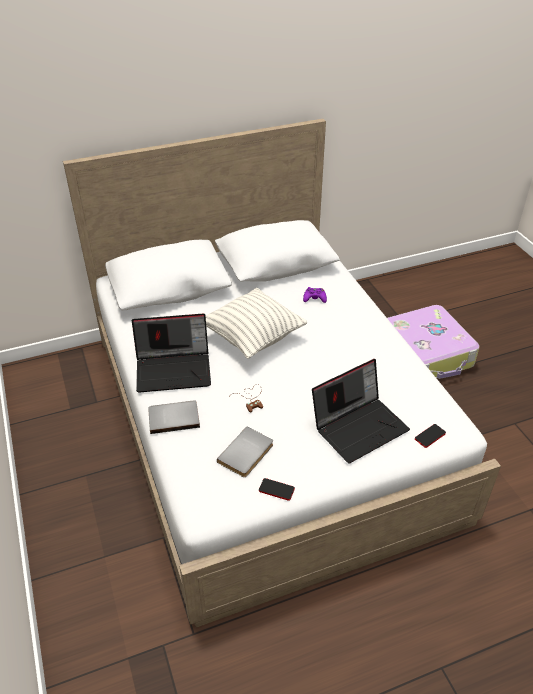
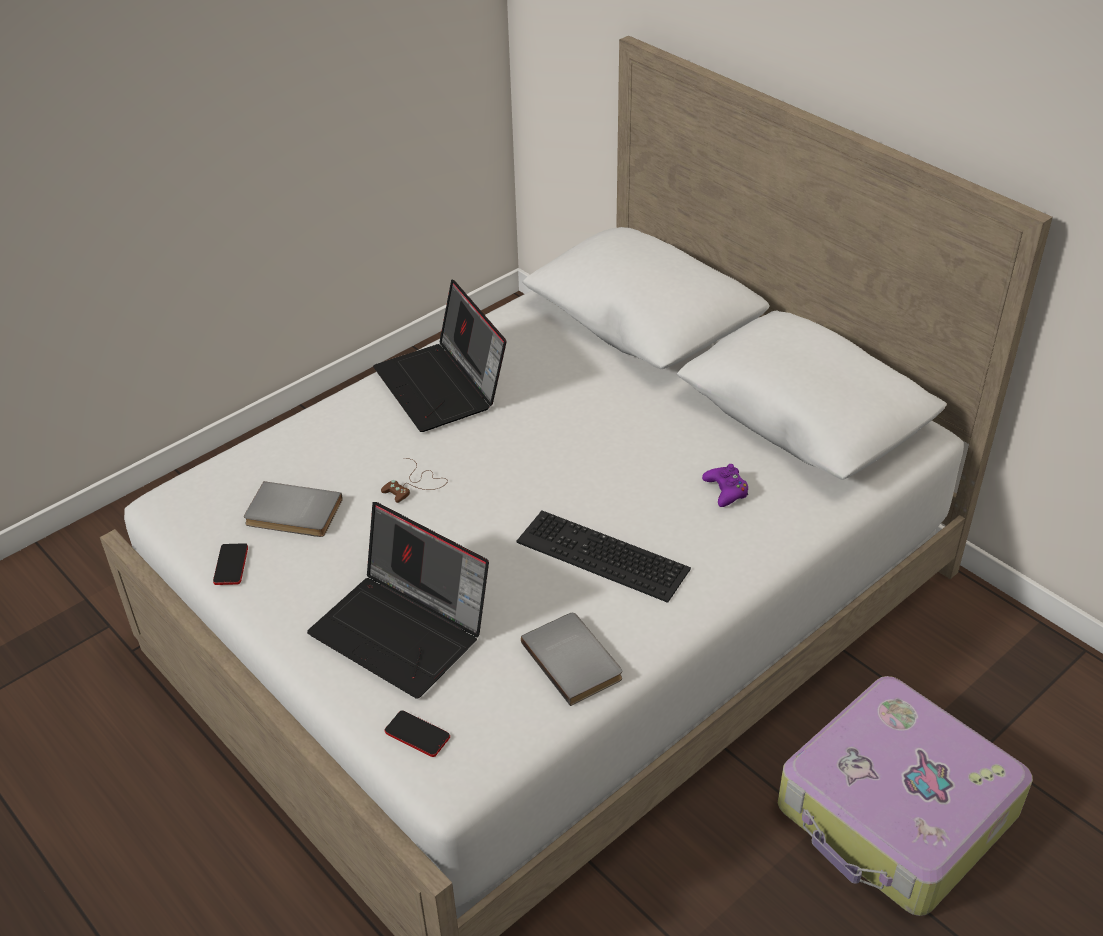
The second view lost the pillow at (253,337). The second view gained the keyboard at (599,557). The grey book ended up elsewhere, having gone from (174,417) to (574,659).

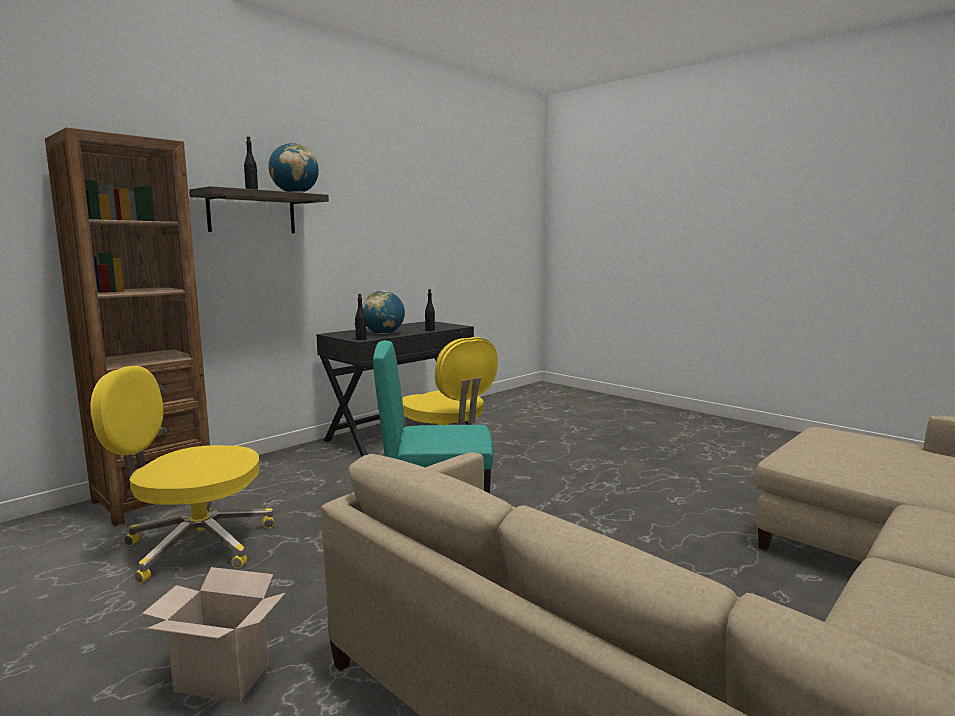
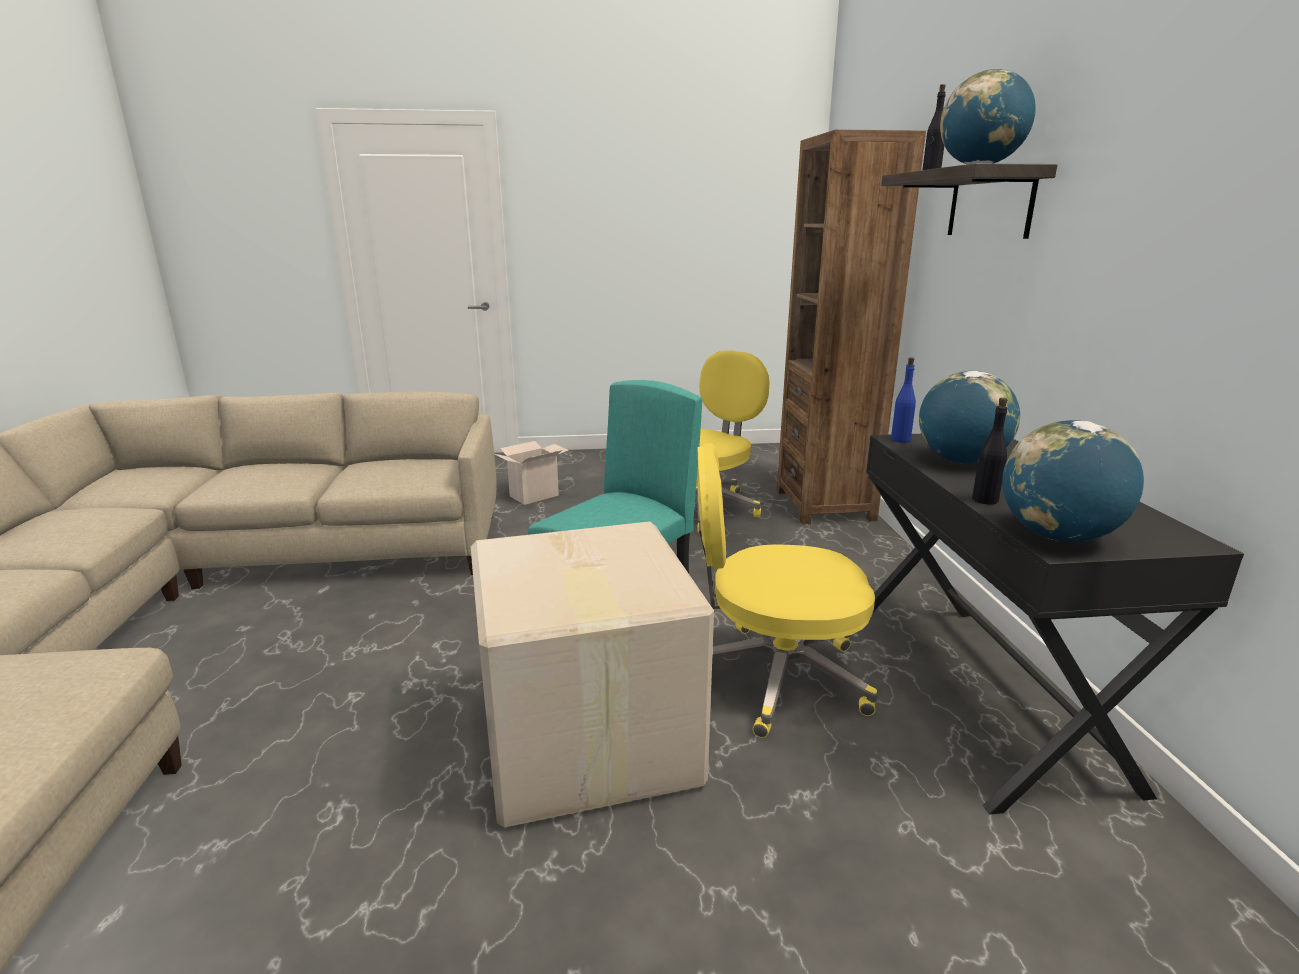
The second view gained the cardboard box at (585,742). The second view gained the globe at (1057,536). What was the black bottle at (361,339) turned into the blue bottle at (900,439).

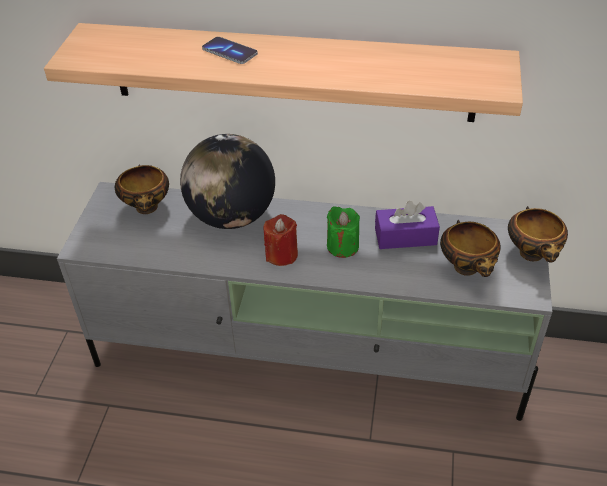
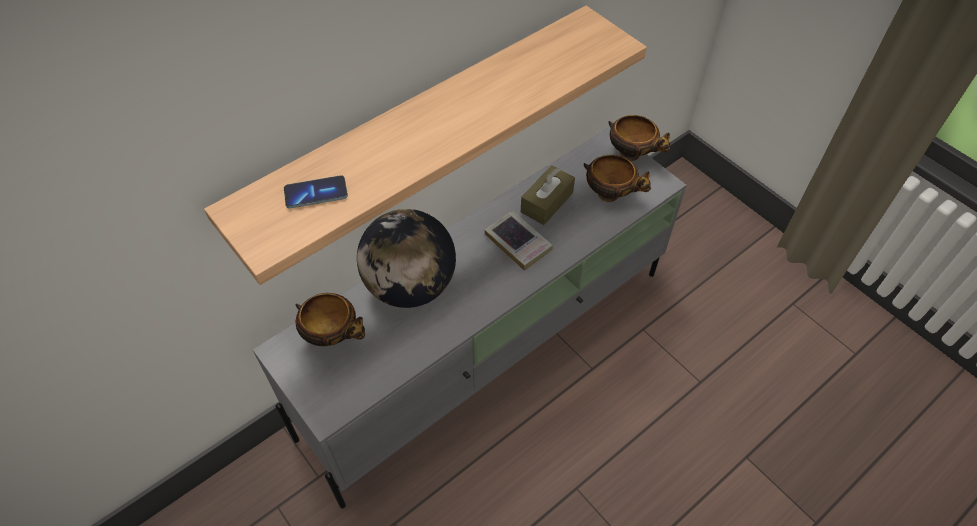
The second view lost the red candle at (281,254). The phone ended up elsewhere, having gone from (229,52) to (316,193). Where the green candle stood at (342,246), the book came to stand at (518,243). What was the purple tissue box at (405,236) turned into the brown tissue box at (547,202).

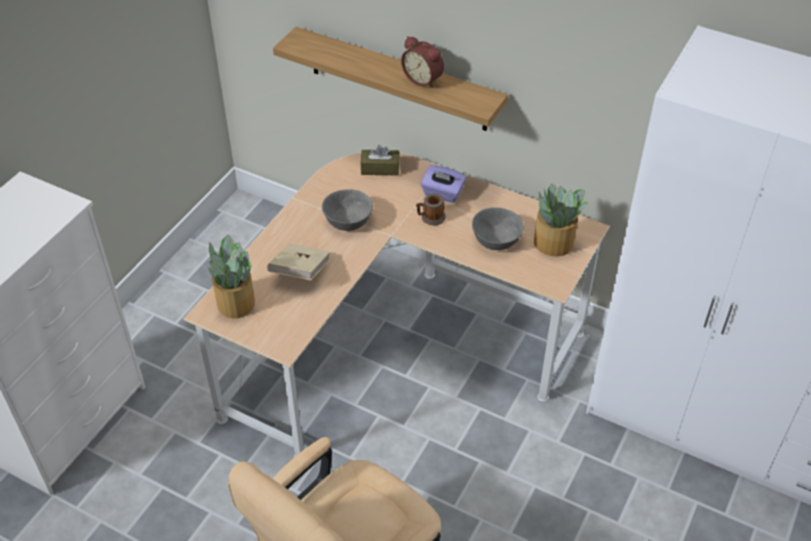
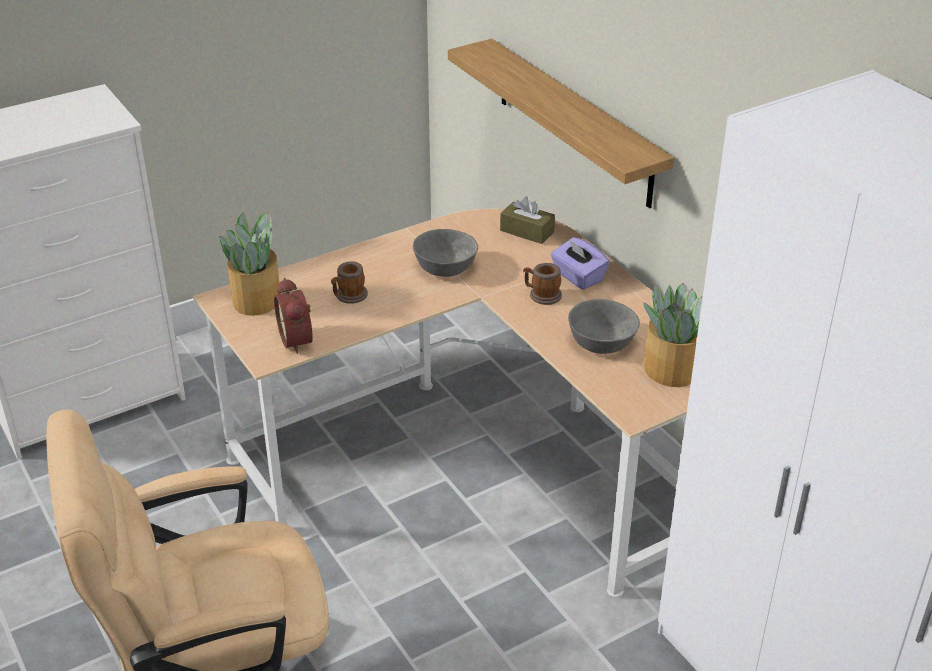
The alarm clock ended up elsewhere, having gone from (424,79) to (299,339). Where the beige book stood at (300,272), the mug came to stand at (349,296).

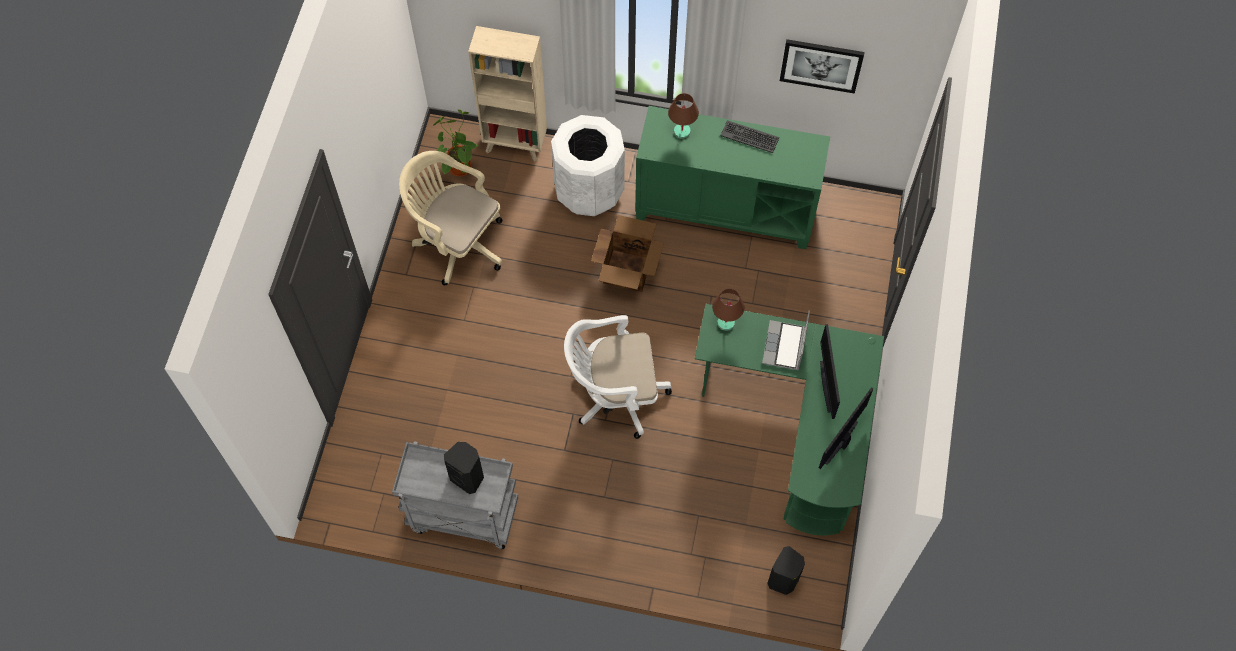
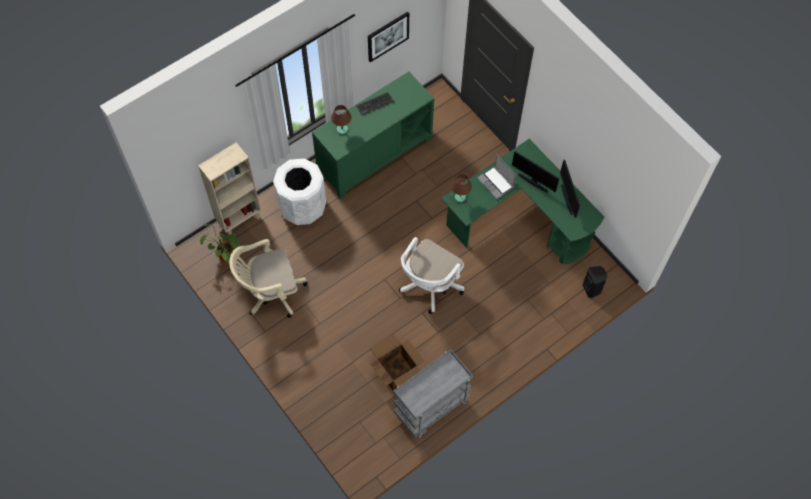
The second view lost the black speaker at (468,477). The cardboard box ended up elsewhere, having gone from (627,270) to (397,371).

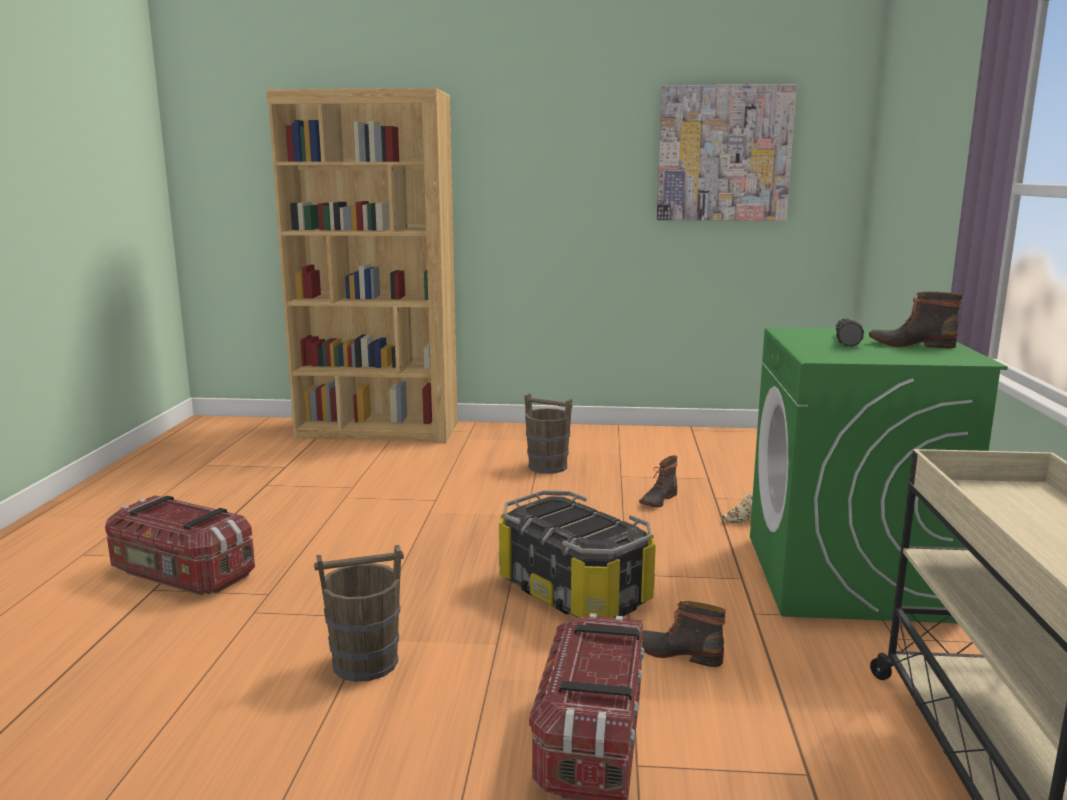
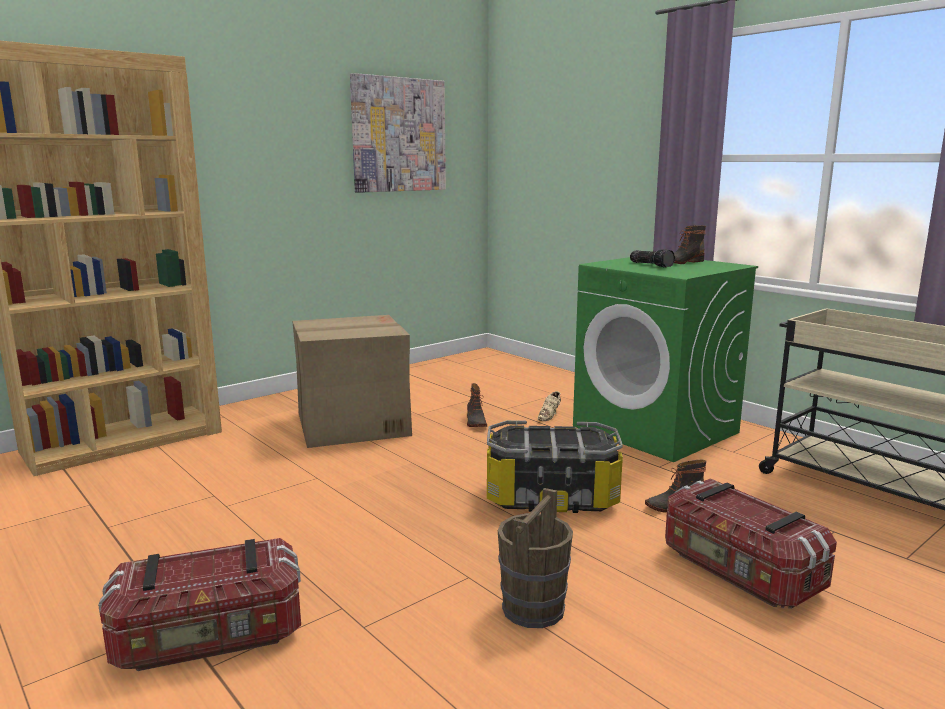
Where the brown bucket stood at (547,466), the cardboard box came to stand at (351,424).

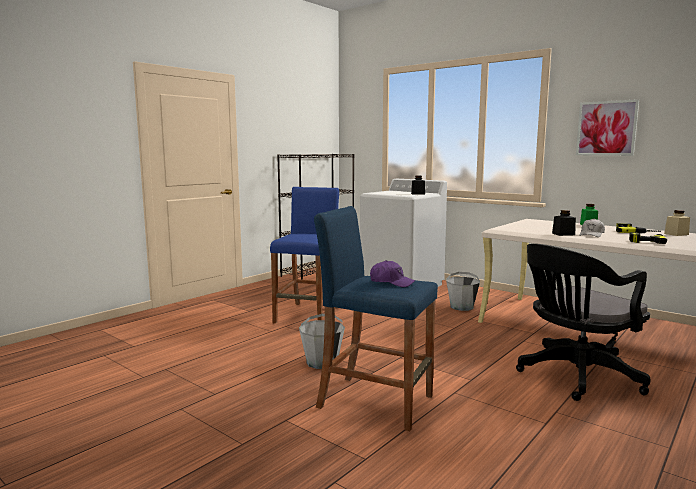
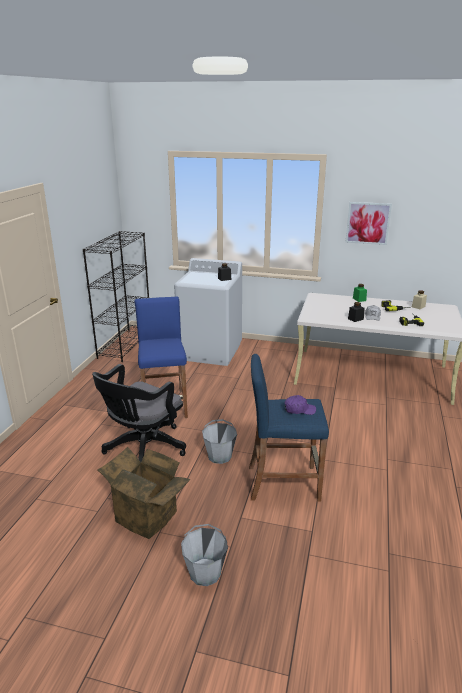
The second view gained the cardboard box at (149,515). The grey bucket ended up elsewhere, having gone from (462,307) to (205,572). The black office chair ended up elsewhere, having gone from (575,377) to (142,449).

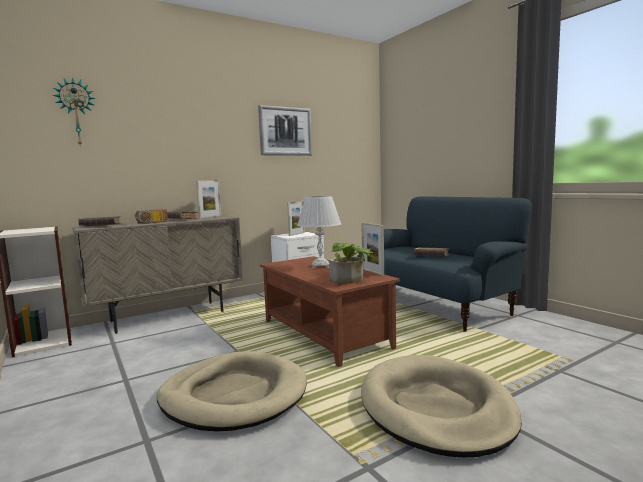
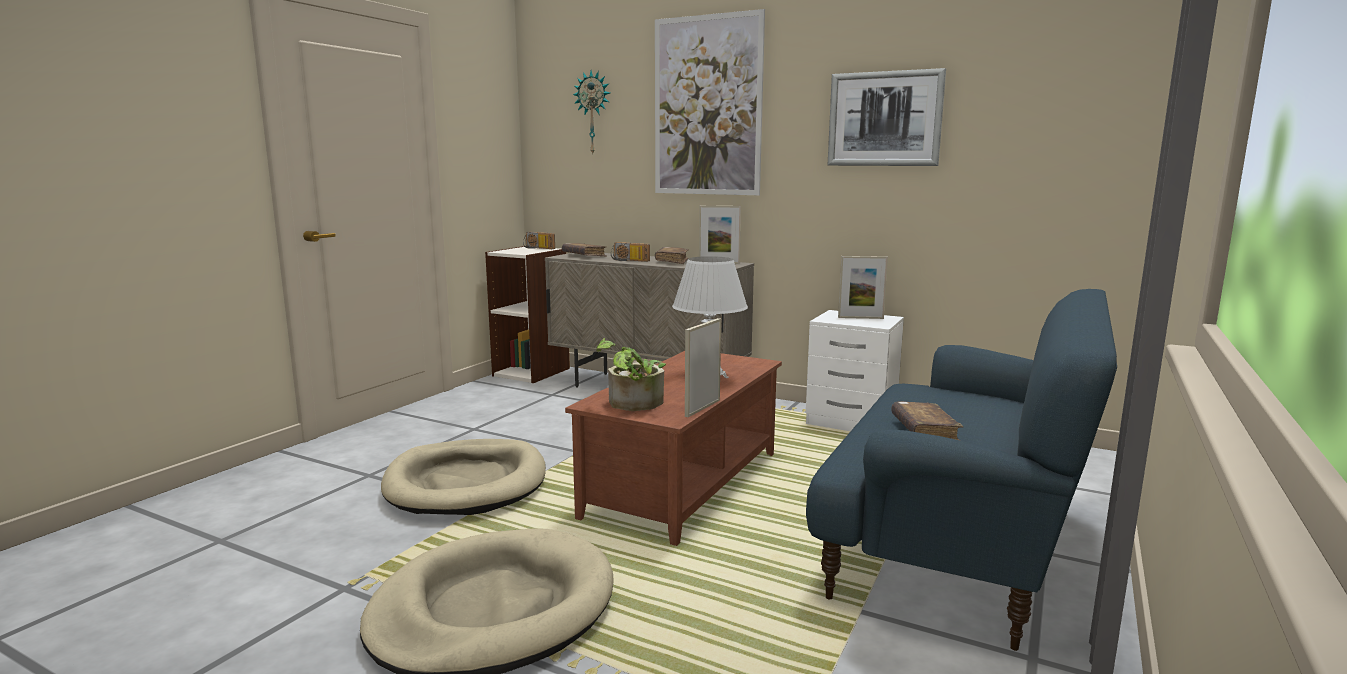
The second view gained the radio at (537,248). The second view gained the picture at (707,106).

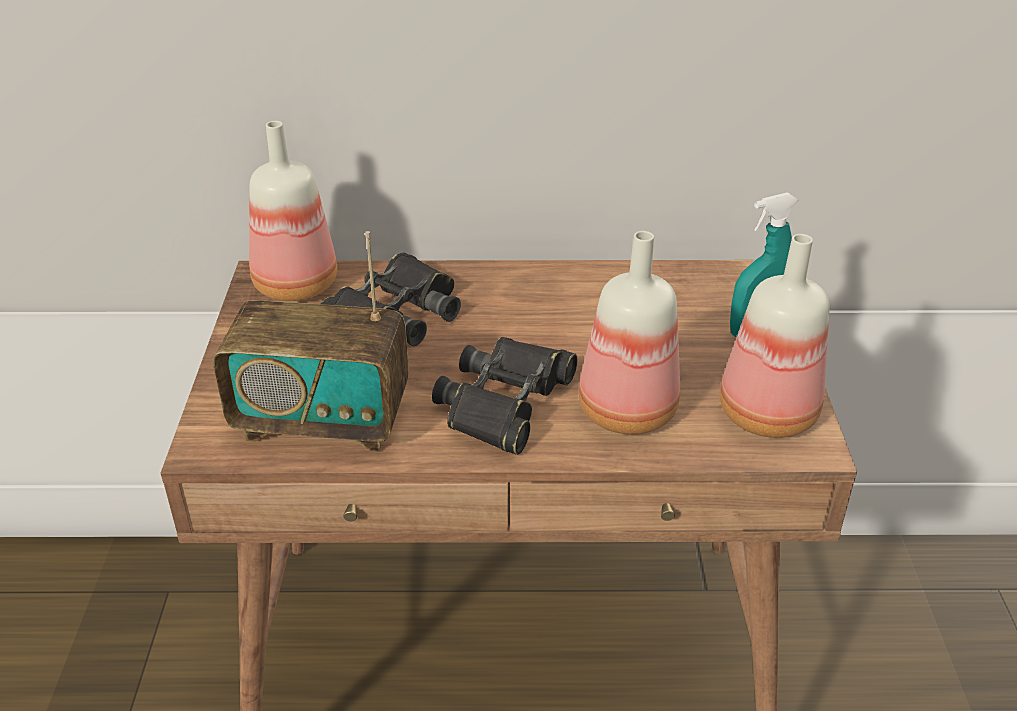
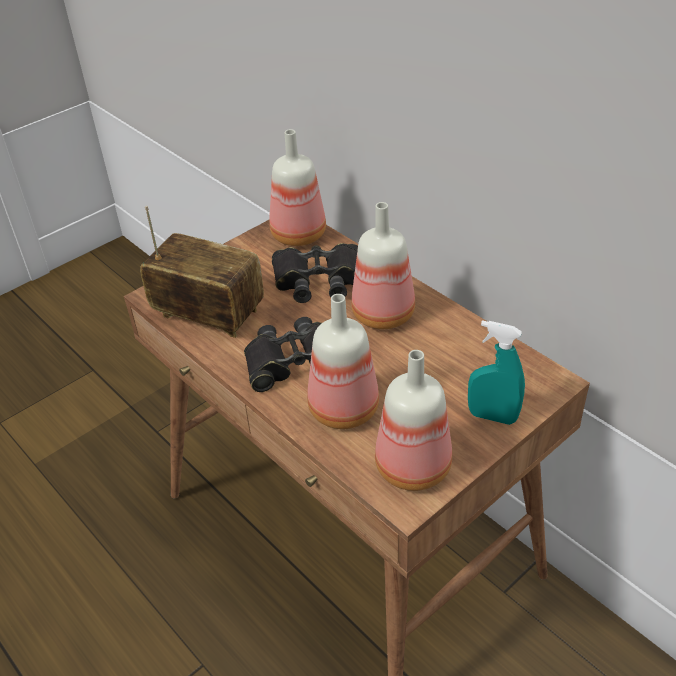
The second view gained the bottle at (385,314). The radio at (322,421) ended up facing another way, 150 degrees clockwise from before.

